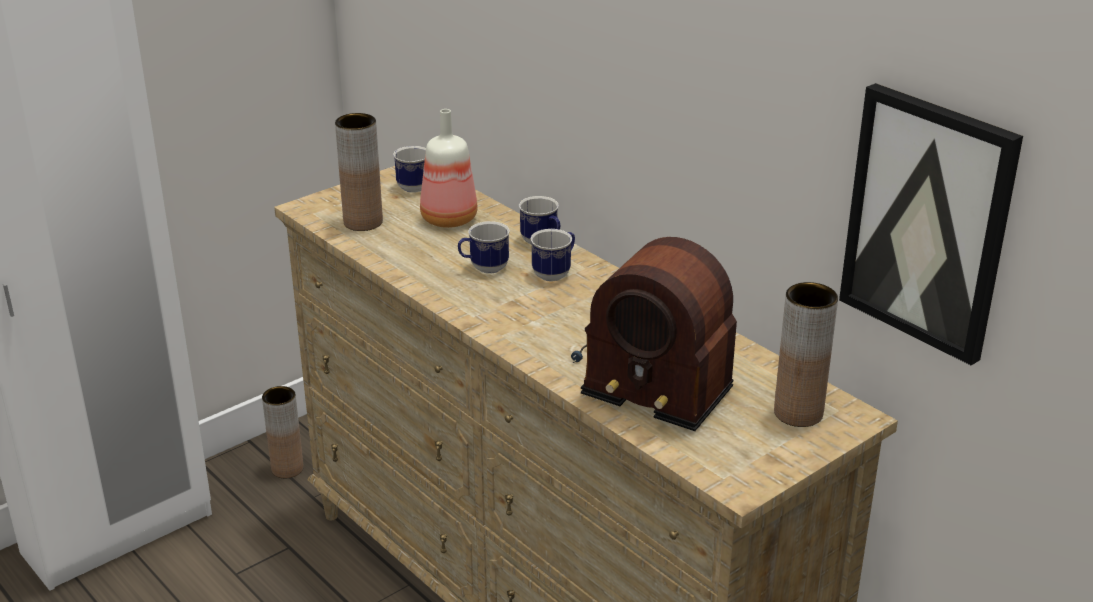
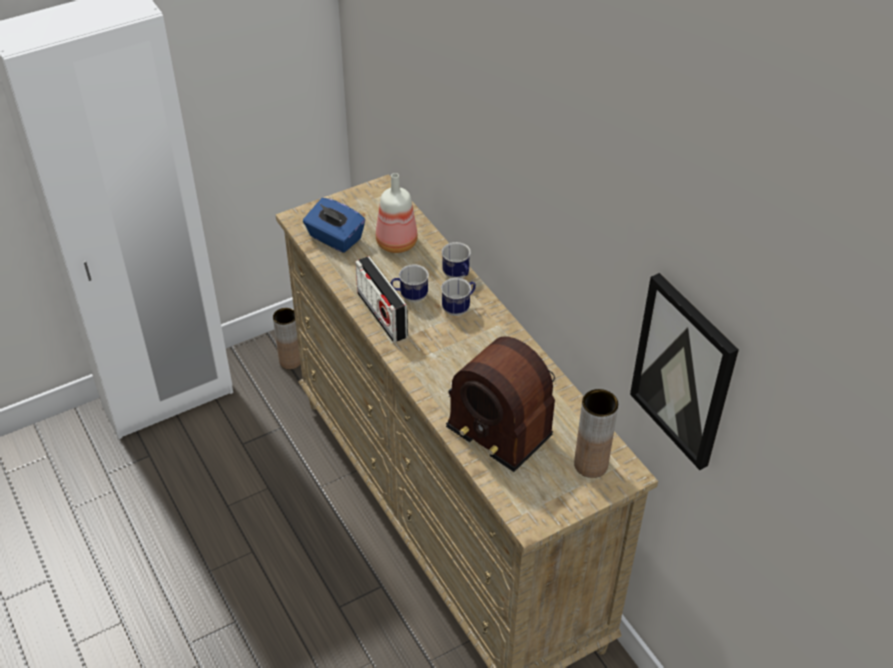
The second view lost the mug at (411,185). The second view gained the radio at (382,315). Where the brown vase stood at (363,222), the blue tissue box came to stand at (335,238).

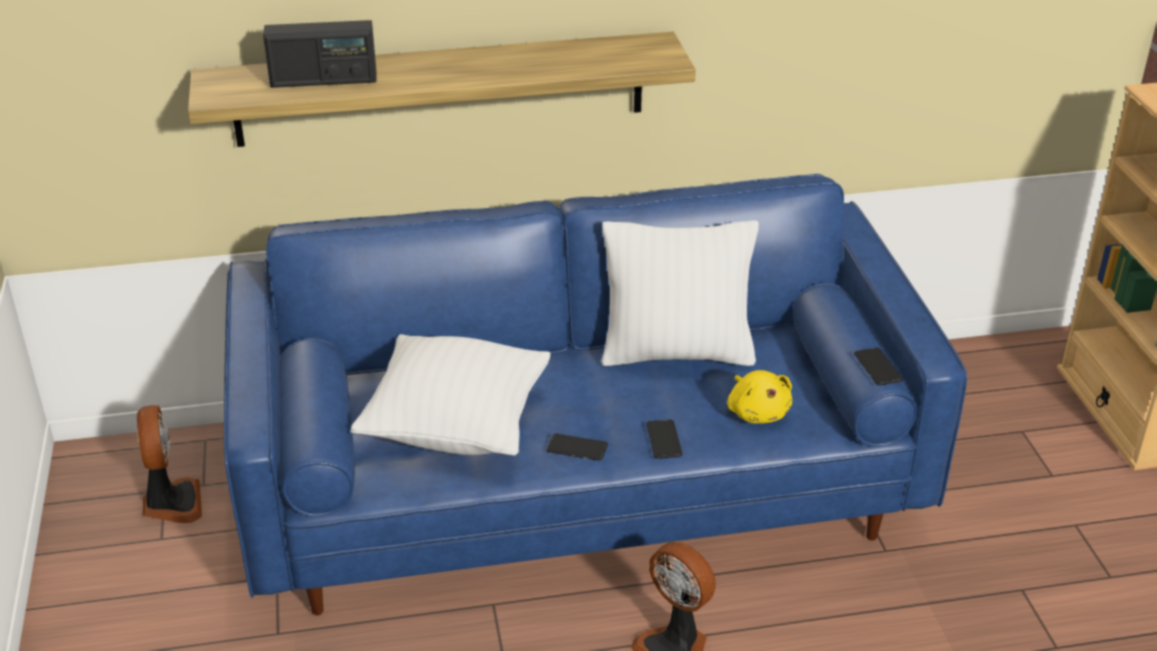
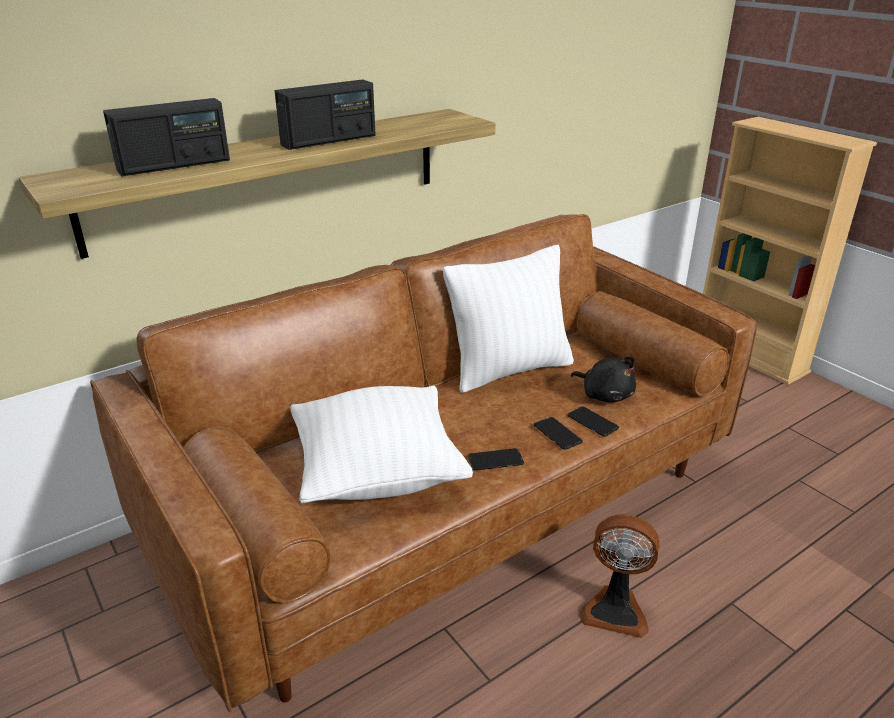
The second view lost the fan at (171,503). The second view gained the radio at (329,140). The phone ended up elsewhere, having gone from (877,367) to (592,422). What was the blue sofa at (578,486) turned into the brown sofa at (447,504). What was the yellow plush toy at (757,412) turned into the black plush toy at (605,395).

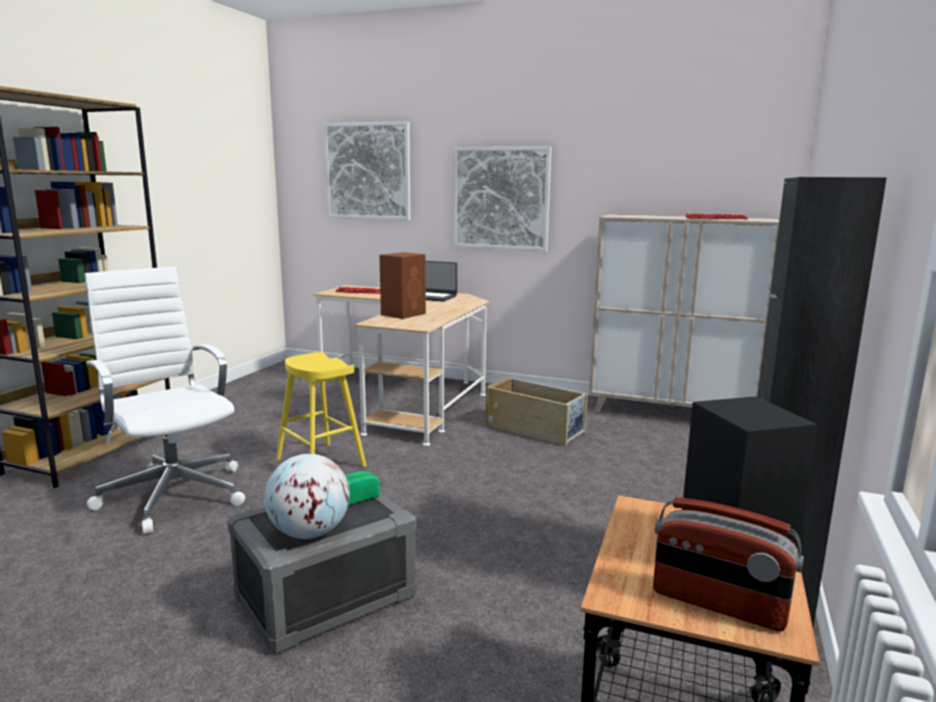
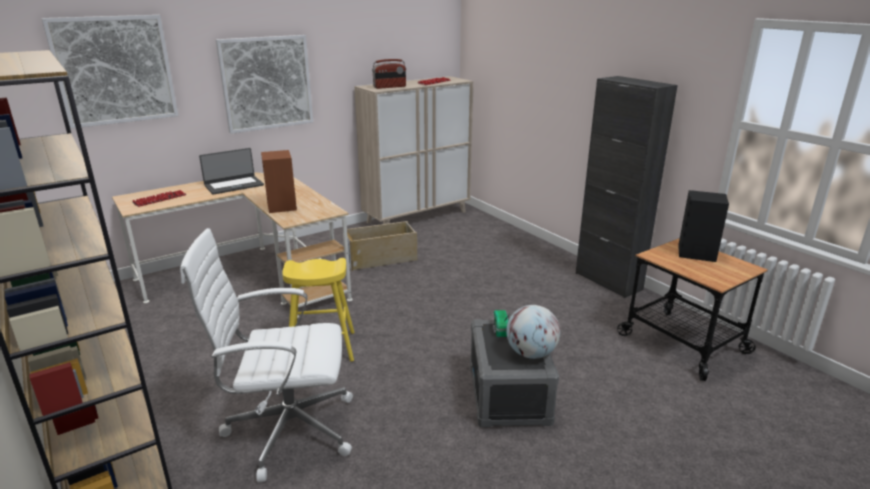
The radio ended up elsewhere, having gone from (718,604) to (389,87).

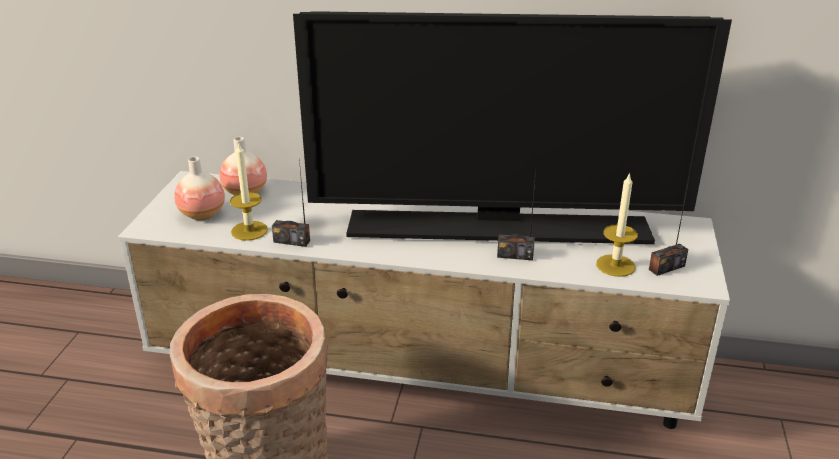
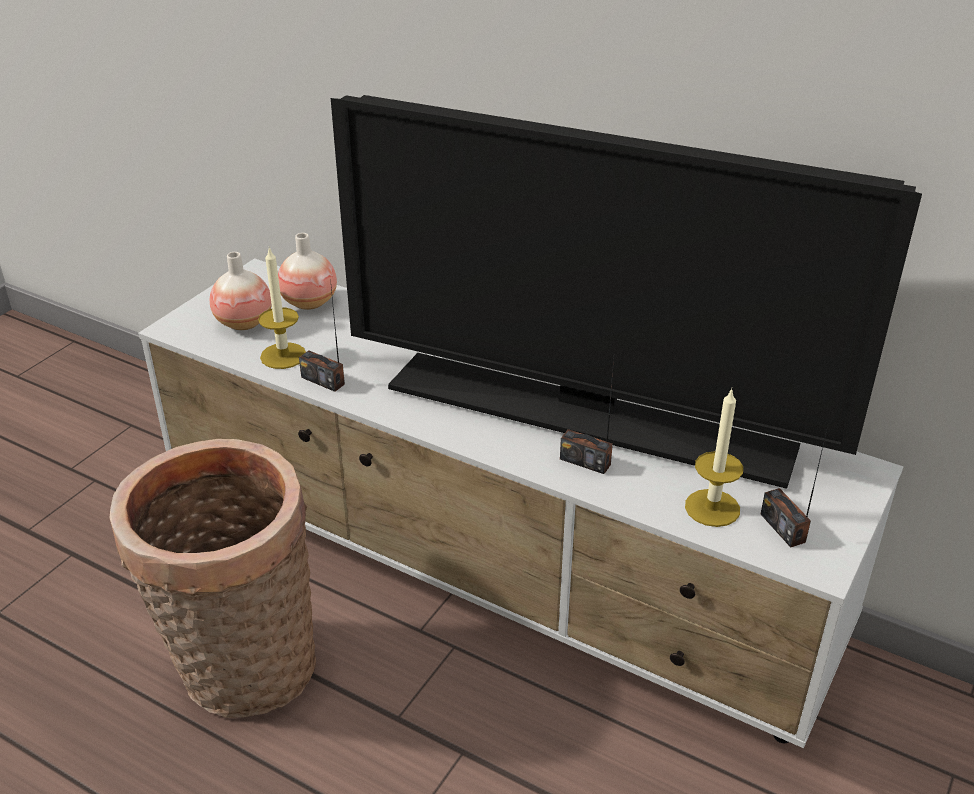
The radio at (666,267) ended up facing another way, 75 degrees clockwise from before.

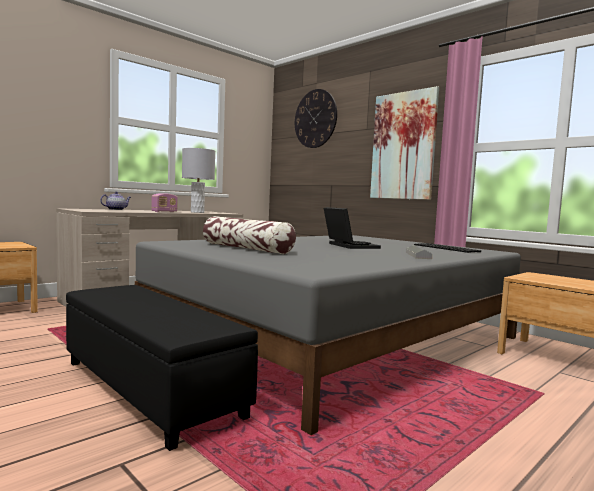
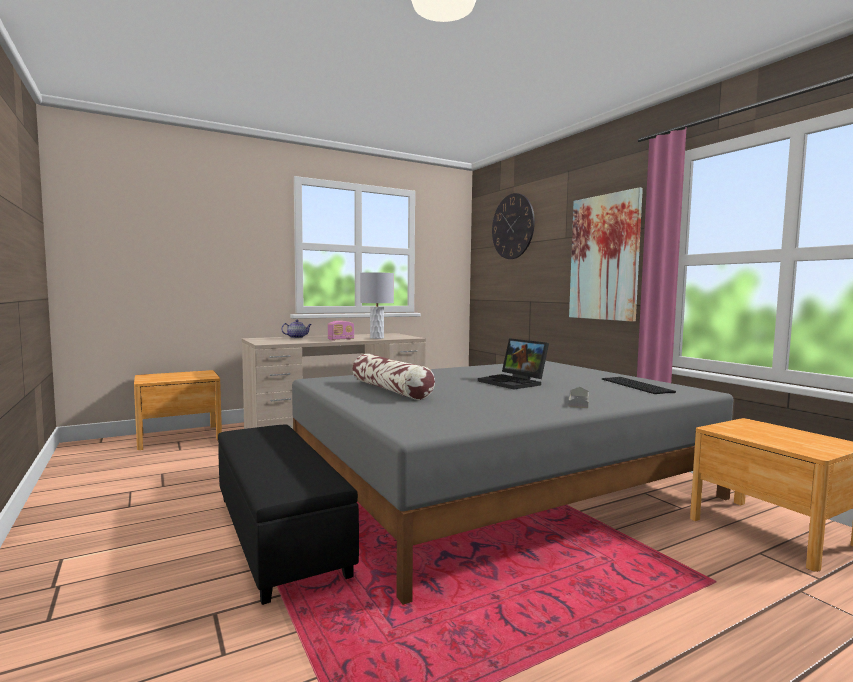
The laptop at (348,246) ended up facing another way, 150 degrees clockwise from before.

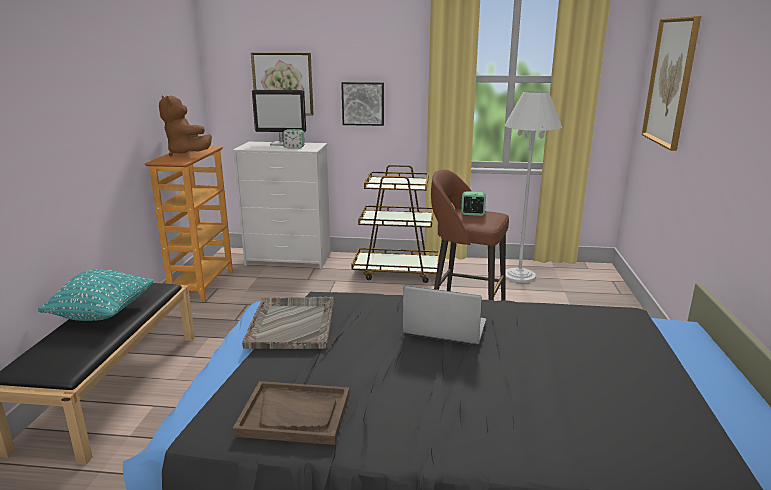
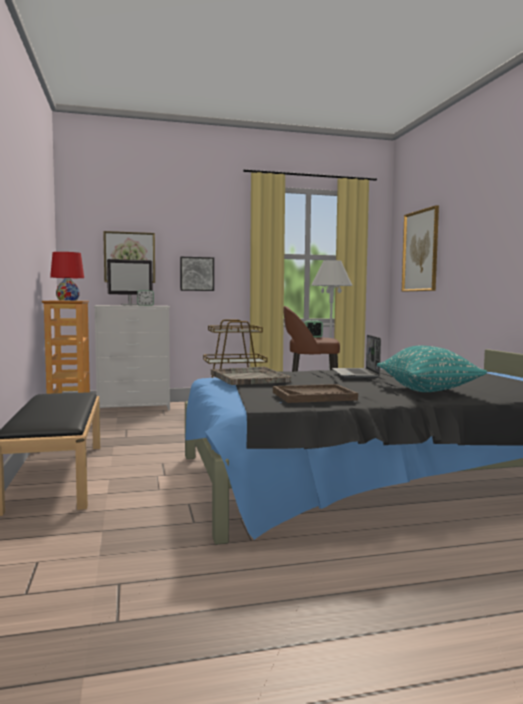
The turquoise pillow ended up elsewhere, having gone from (103,314) to (428,390). Where the brown plush toy stood at (187,154), the red table lamp came to stand at (67,300). The laptop at (443,329) ended up facing another way, 90 degrees counterclockwise from before.

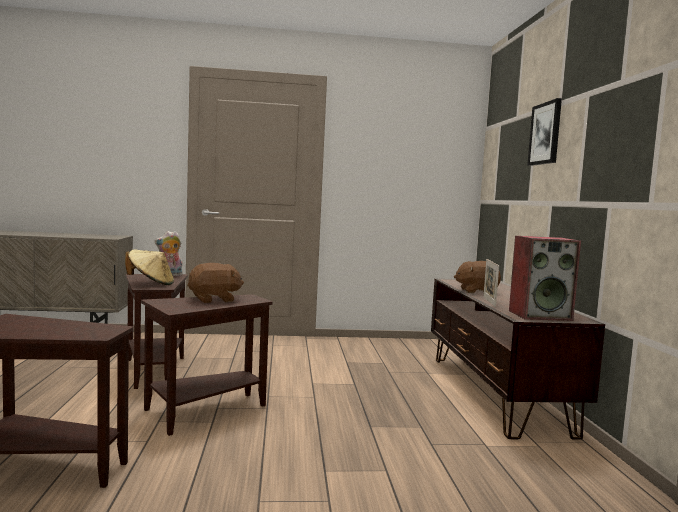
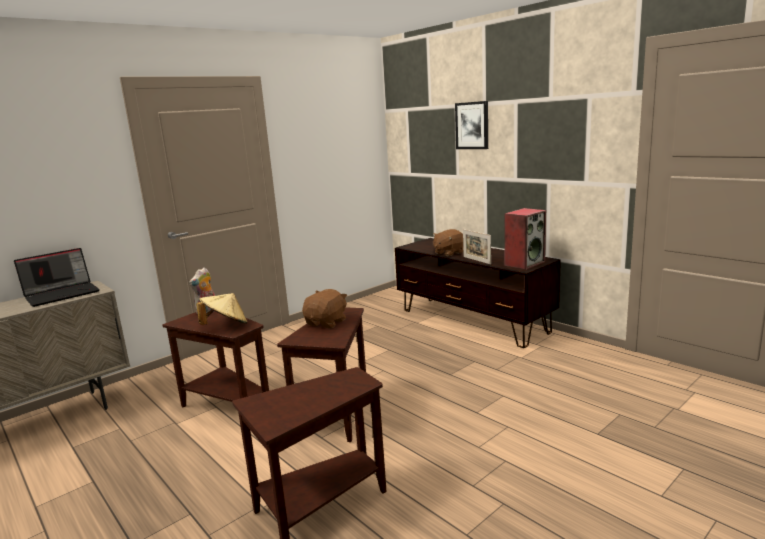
The second view gained the laptop at (63,294).

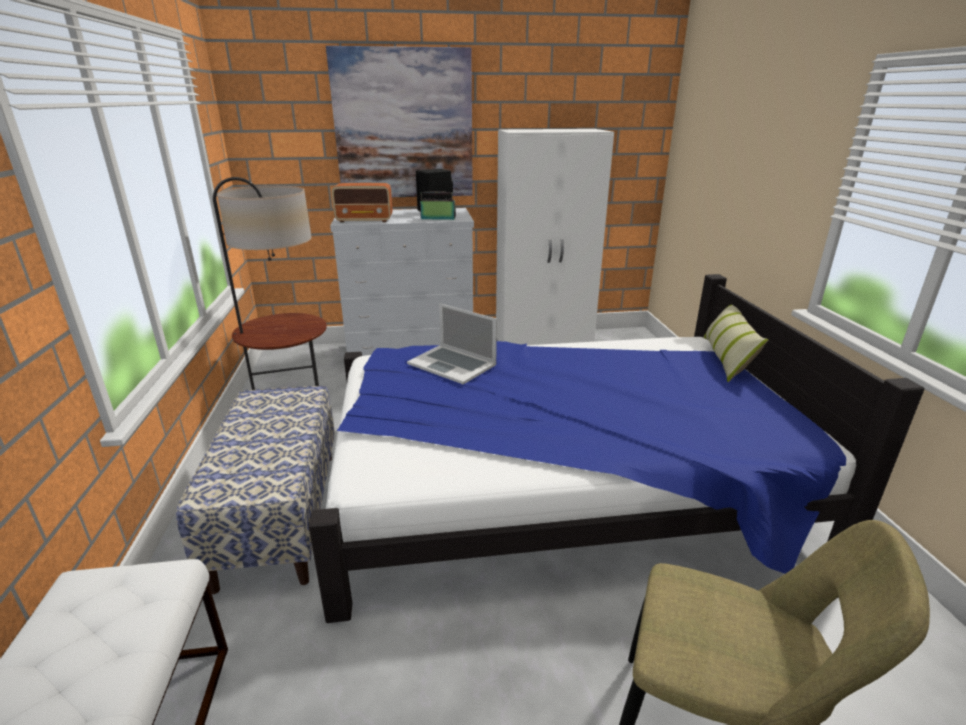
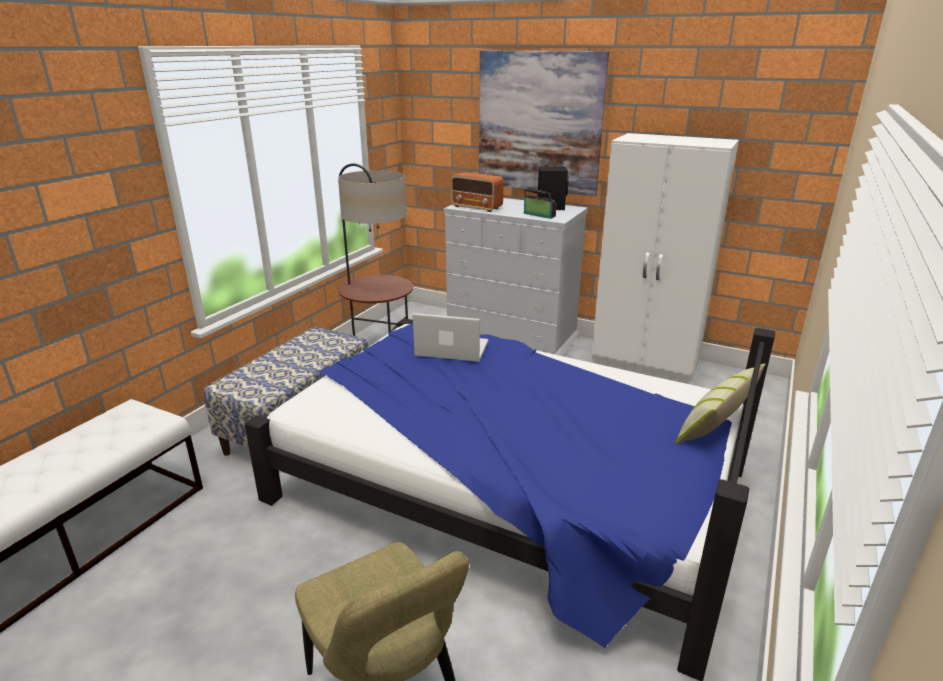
The laptop at (452,364) ended up facing another way, 120 degrees clockwise from before.

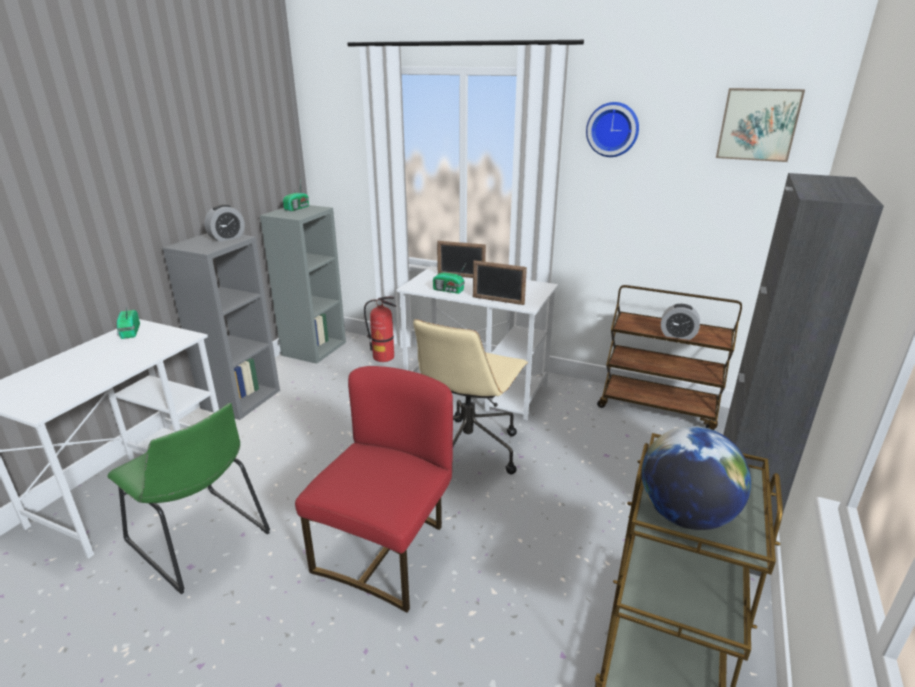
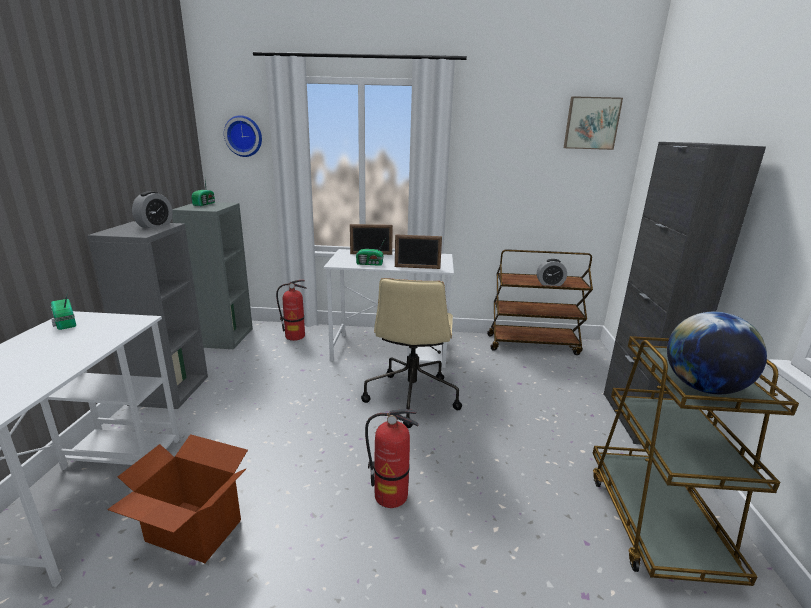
The wall clock ended up elsewhere, having gone from (612,129) to (244,136). Where the green chair stood at (201,540), the cardboard box came to stand at (193,532). Where the red chair stood at (387,551), the fire extinguisher came to stand at (391,496).

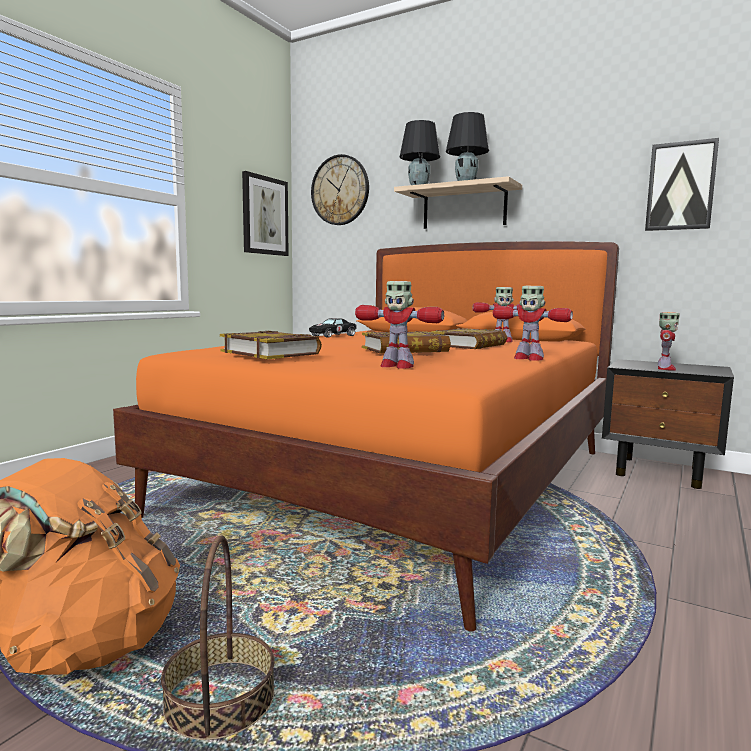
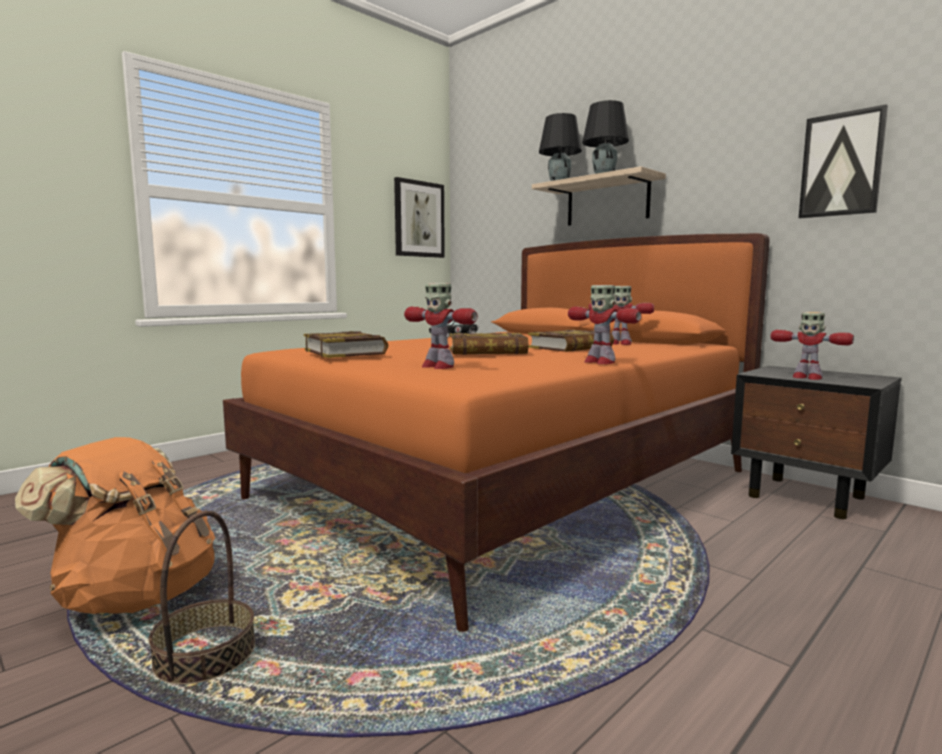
The second view lost the wall clock at (340,190). The toy robot at (665,369) ended up facing another way, 90 degrees clockwise from before.

